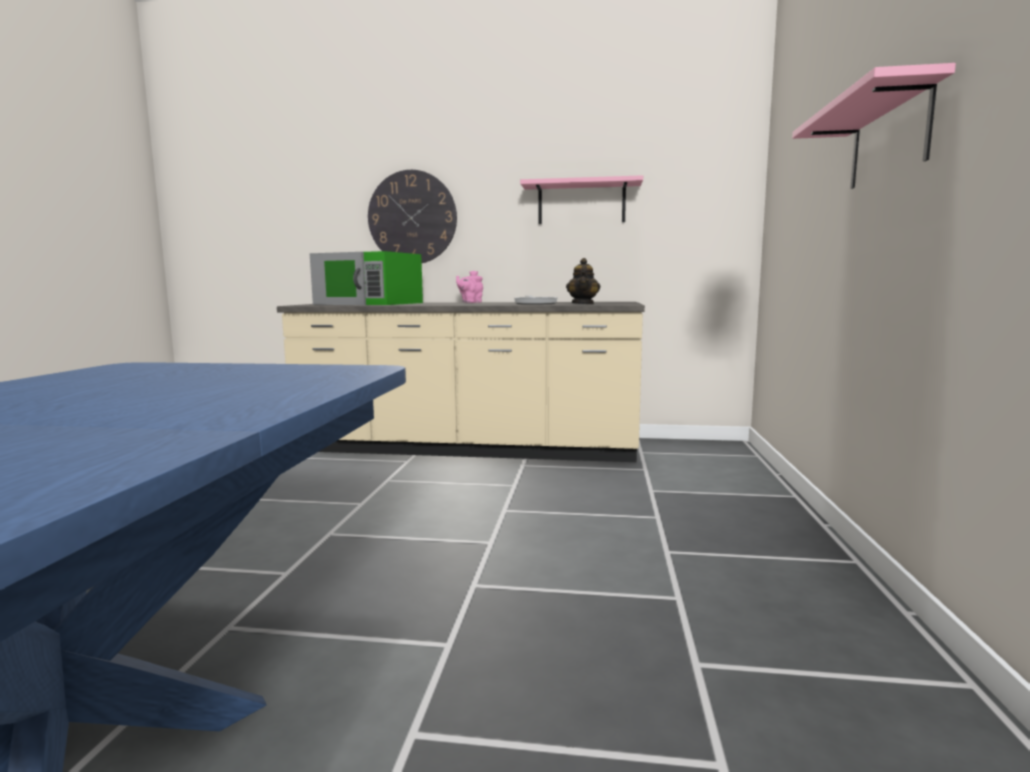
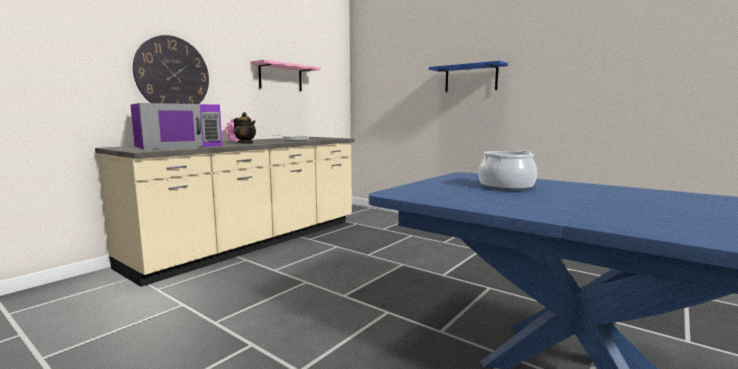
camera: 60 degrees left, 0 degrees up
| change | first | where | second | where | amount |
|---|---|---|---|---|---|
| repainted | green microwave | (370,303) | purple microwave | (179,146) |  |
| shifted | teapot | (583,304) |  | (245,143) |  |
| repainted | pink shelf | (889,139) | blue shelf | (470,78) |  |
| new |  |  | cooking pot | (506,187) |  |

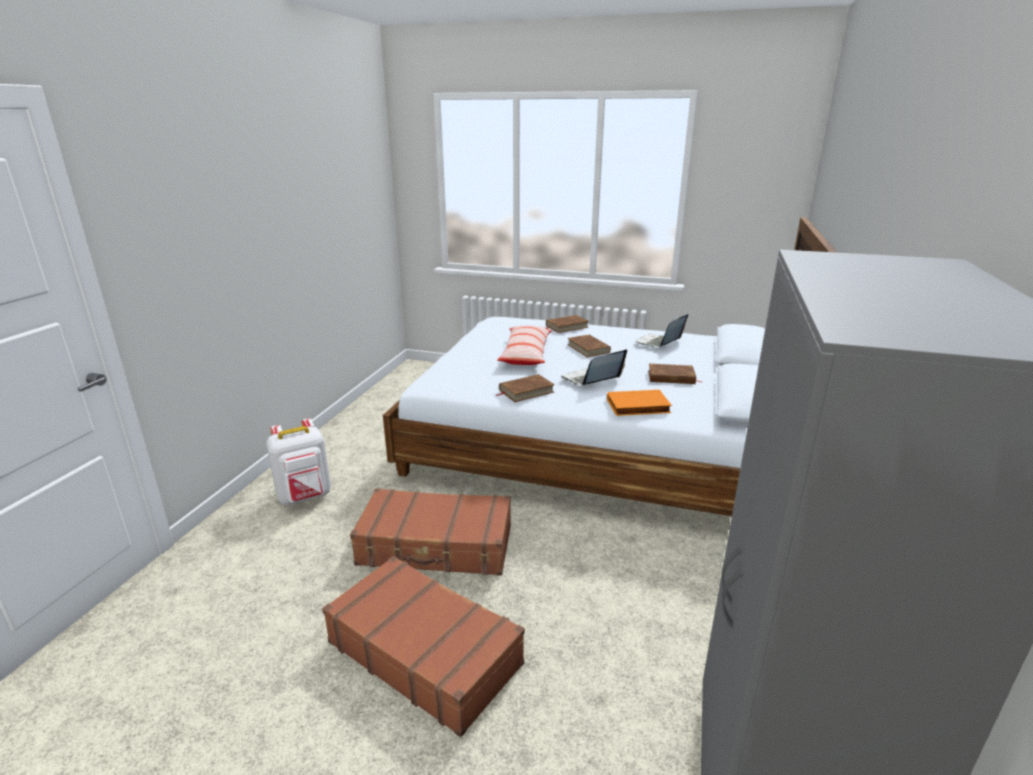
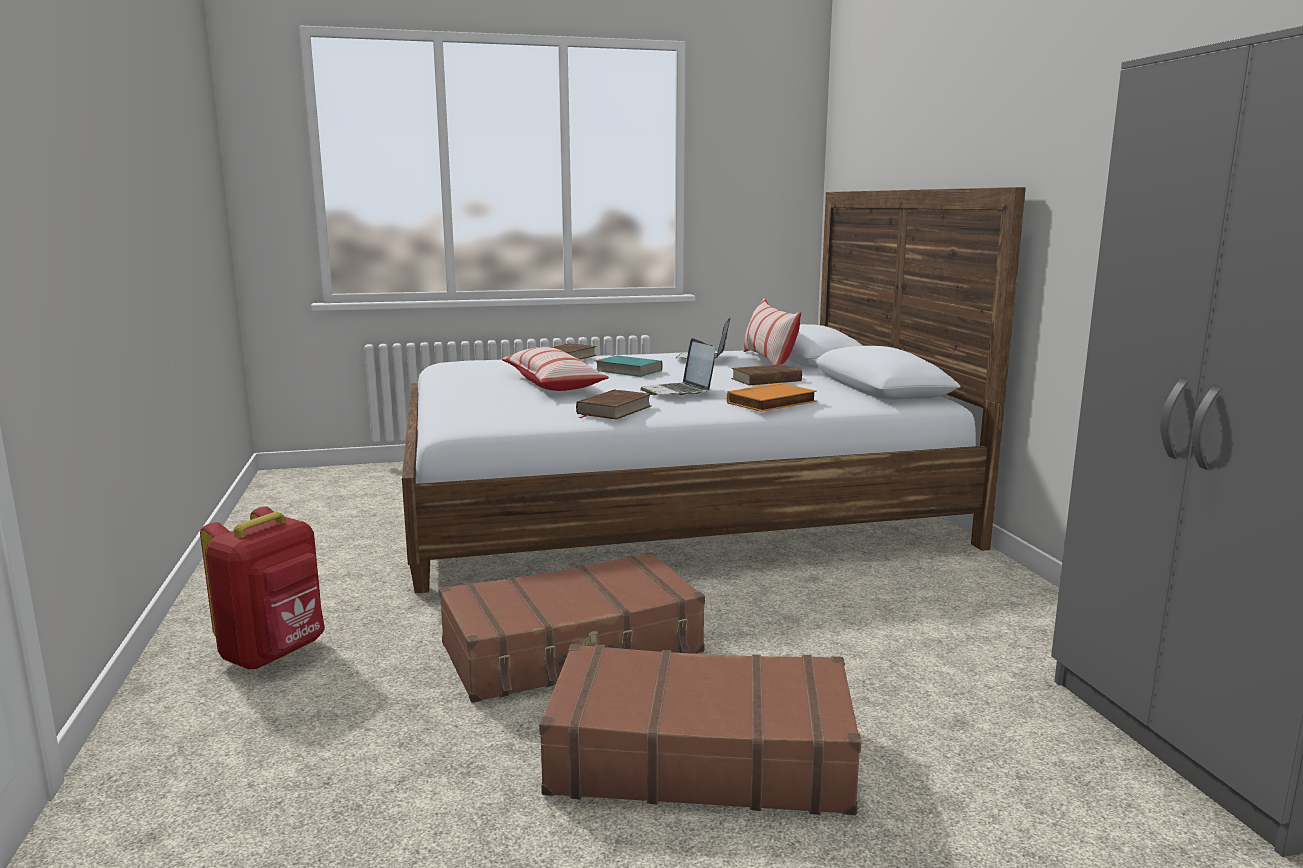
camera: 30 degrees left, 10 degrees down
| change | first | where | second | where | amount |
|---|---|---|---|---|---|
| repainted | white backpack | (305,497) | red backpack | (275,653) |  |
| rotated | laptop | (591,380) |  | (678,392) | 45 degrees counterclockwise |
| repainted | brown book | (588,348) | turquoise book | (628,370) |  |
| new |  |  | pillow | (768,361) |  |

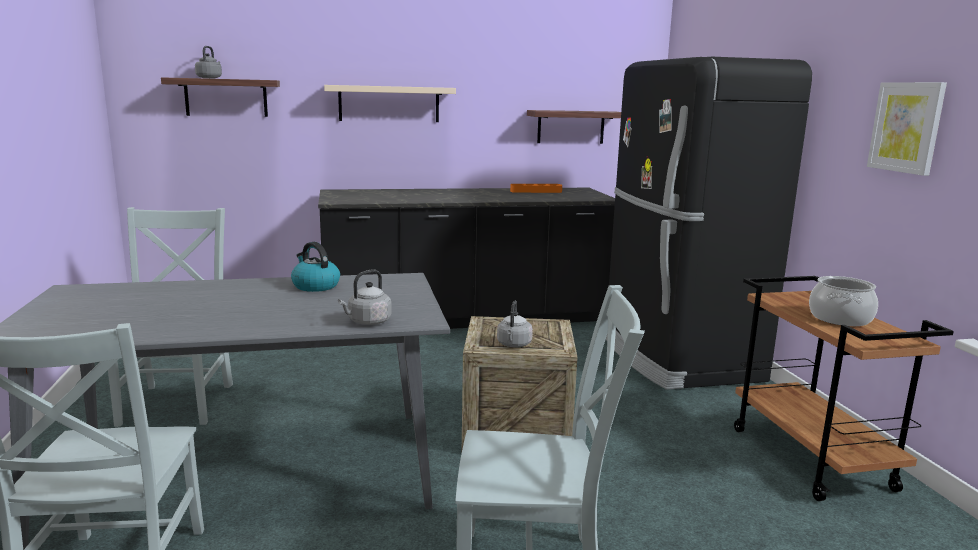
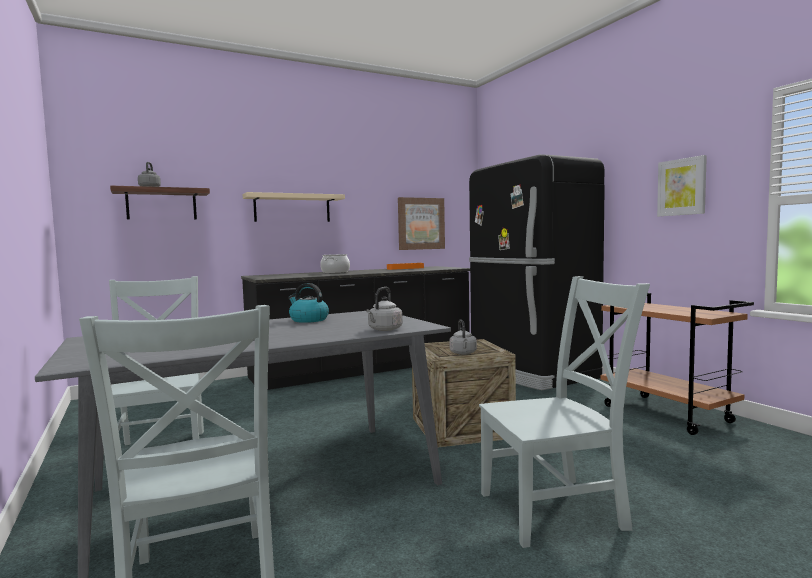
camera: 15 degrees left, 10 degrees down
| change | first | where | second | where | amount |
|---|---|---|---|---|---|
| swapped | shelf | (571,127) | picture | (421,223) |  |
| shifted | cooking pot | (840,318) |  | (335,272) |  |

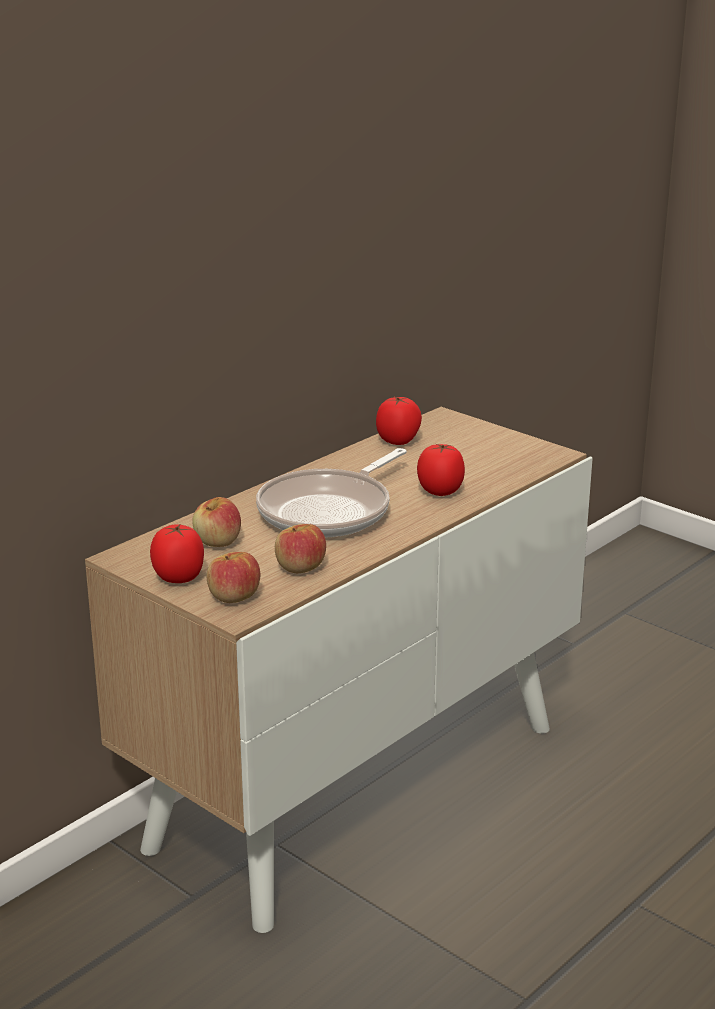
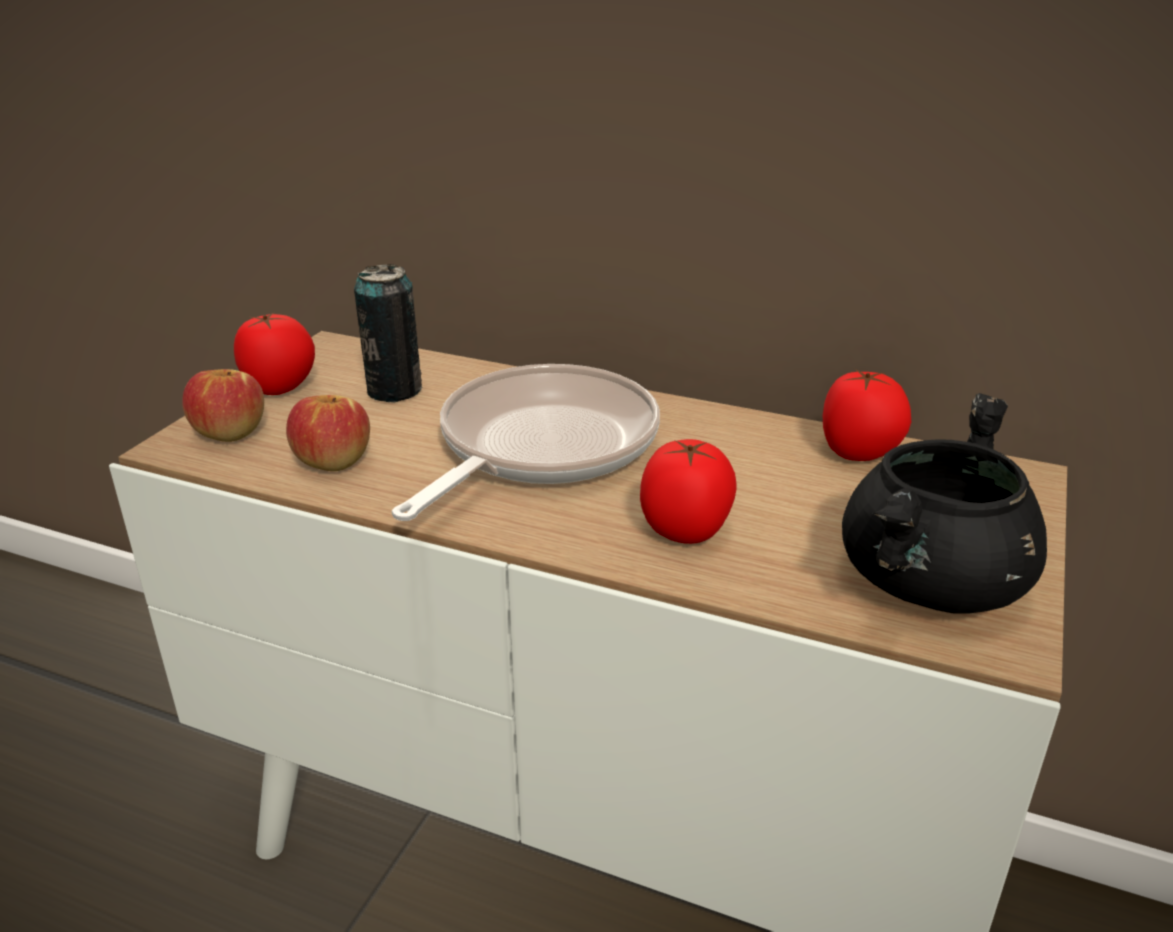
camera: 70 degrees right, 5 degrees up
| change | first | where | second | where | amount |
|---|---|---|---|---|---|
| swapped | apple | (217,542) | can | (394,390) |  |
| rotated | frying pan | (330,511) |  | (540,447) | 105 degrees clockwise |
| new |  |  | black cooking pot | (931,584) |  |

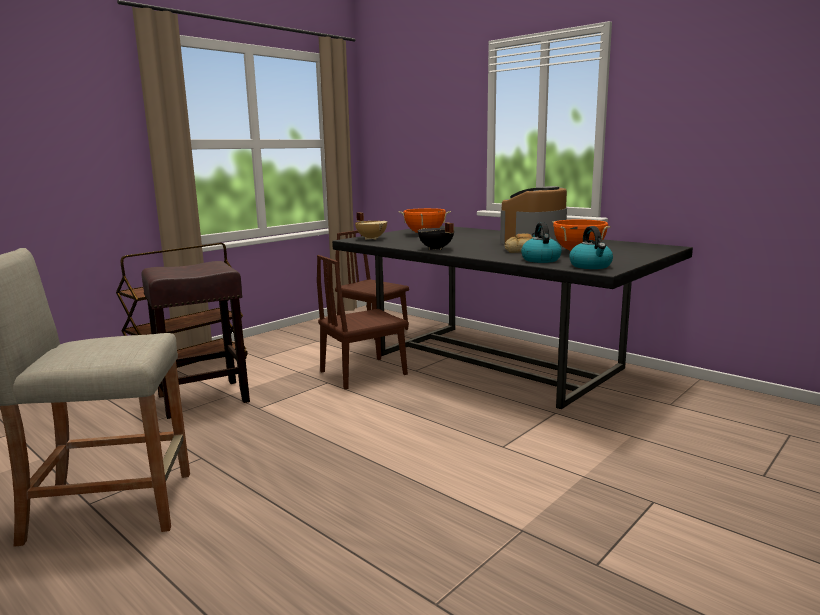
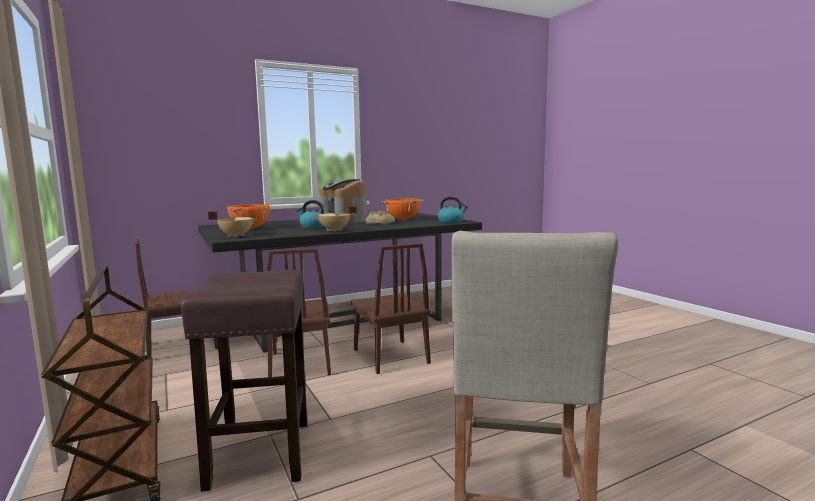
camera: 70 degrees left, 5 degrees down
| change | first | where | second | where | amount |
|---|---|---|---|---|---|
| repainted | black cooking pot | (435,249) | beige cooking pot | (334,230) |  |
| shifted | kettle | (540,259) |  | (313,226) |  |
| new |  |  | brown chair | (390,356) |  |

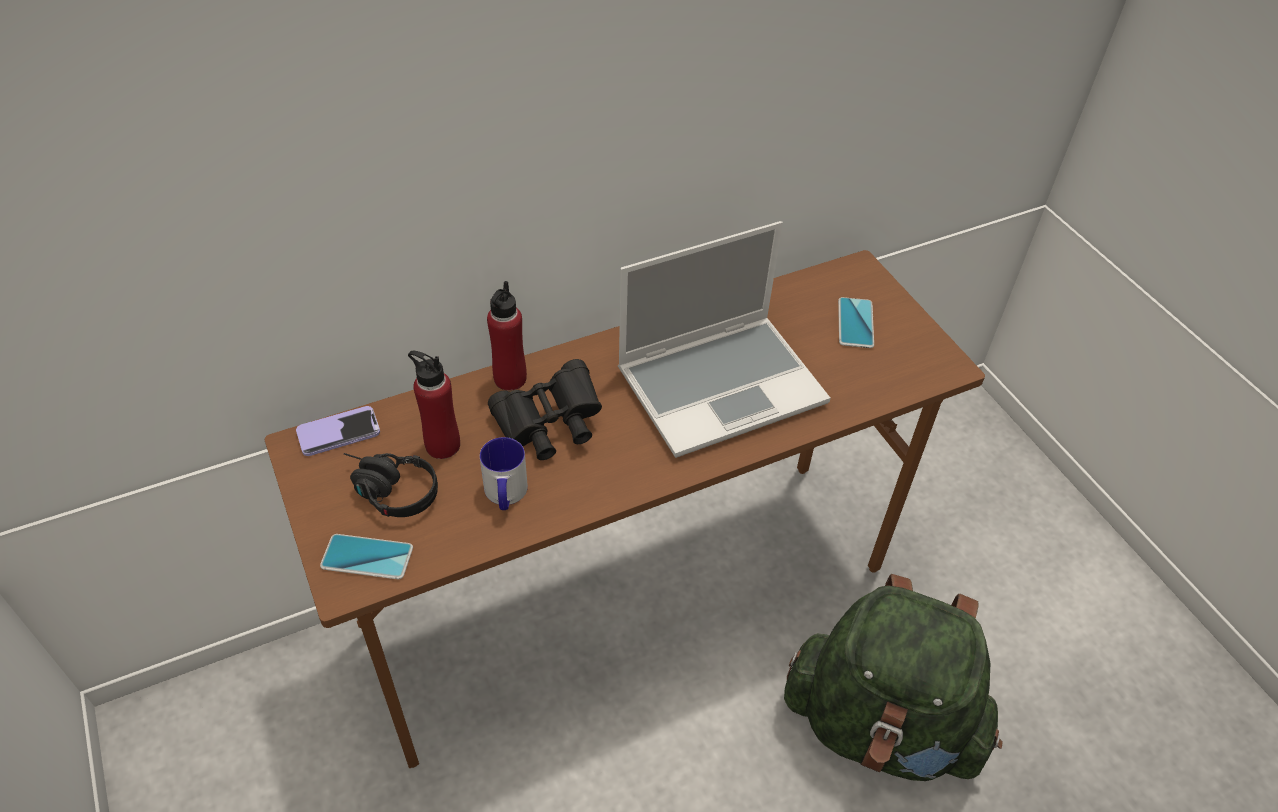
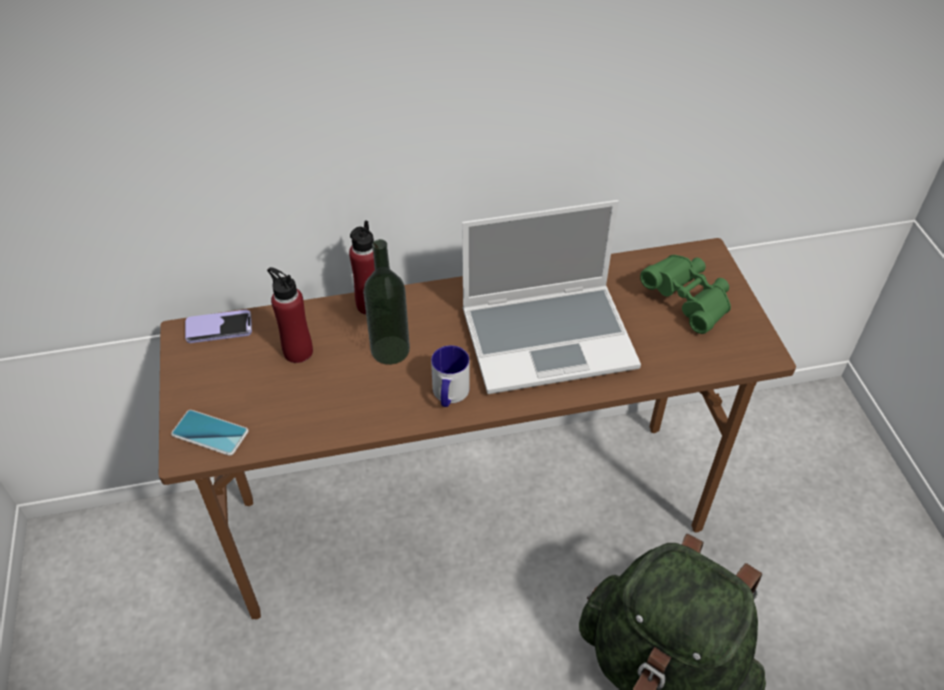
camera: 15 degrees right, 0 degrees up
| change | first | where | second | where | amount |
|---|---|---|---|---|---|
| gone | black headphones | (387,491) |  |  |  |
| shifted | mug | (505,495) |  | (449,395) |  |
| swapped | black binoculars | (549,426) | bottle | (390,350) |  |
| swapped | phone | (855,323) | green binoculars | (688,302) |  |

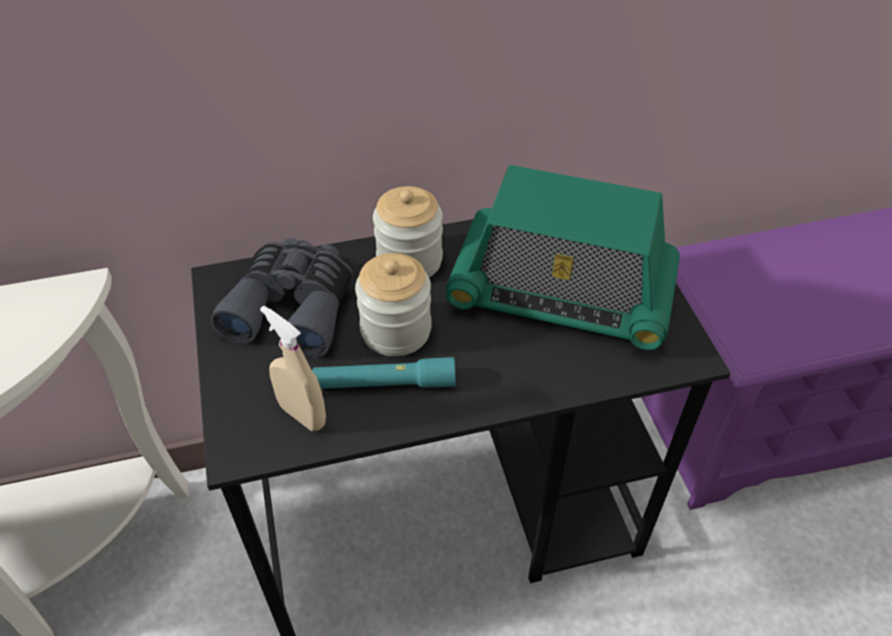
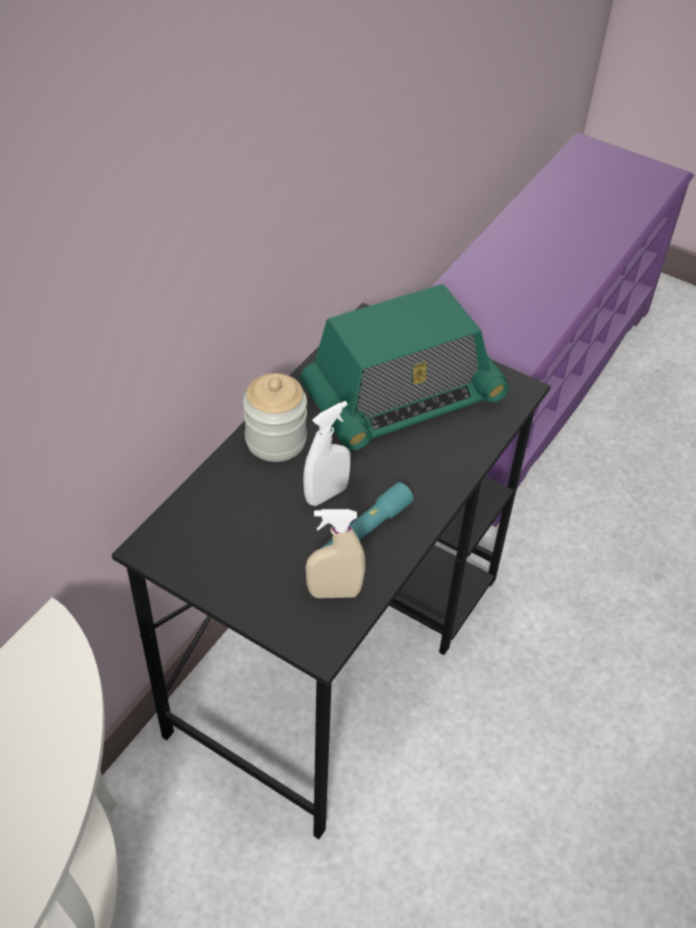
camera: 45 degrees left, 0 degrees up
| change | first | where | second | where | amount |
|---|---|---|---|---|---|
| gone | grey binoculars | (293,306) |  |  |  |
| swapped | jar | (396,330) | white spray bottle | (326,494) |  |

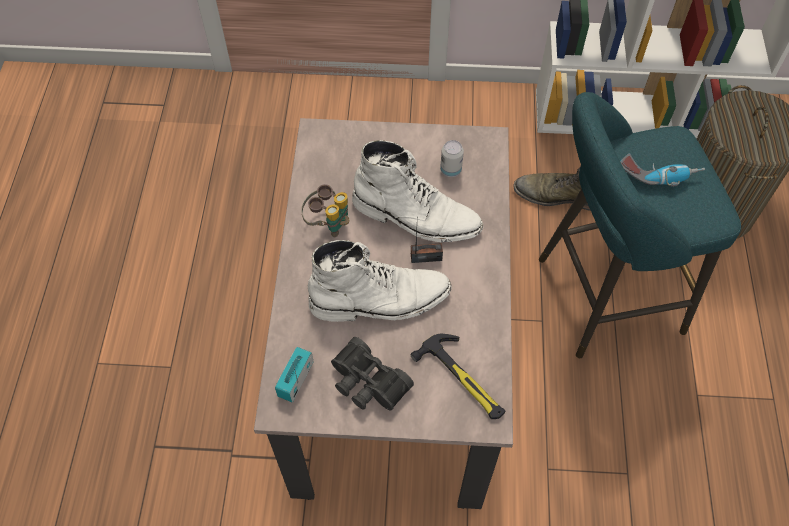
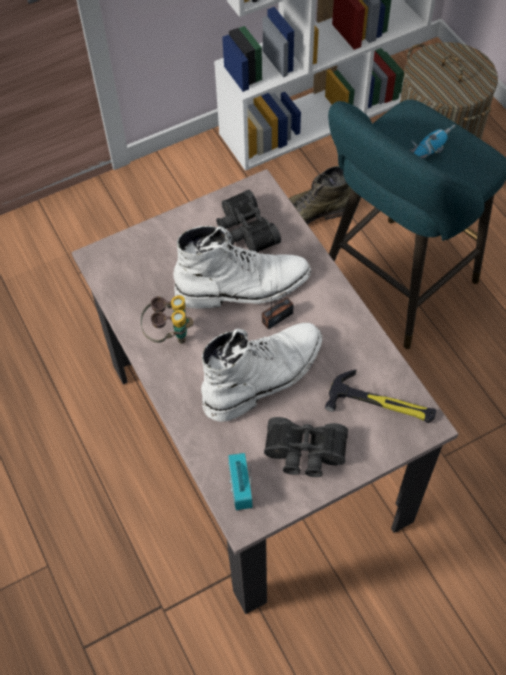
camera: 30 degrees left, 0 degrees up
| change | first | where | second | where | amount |
|---|---|---|---|---|---|
| swapped | can | (450,170) | black binoculars | (244,231) |  |

